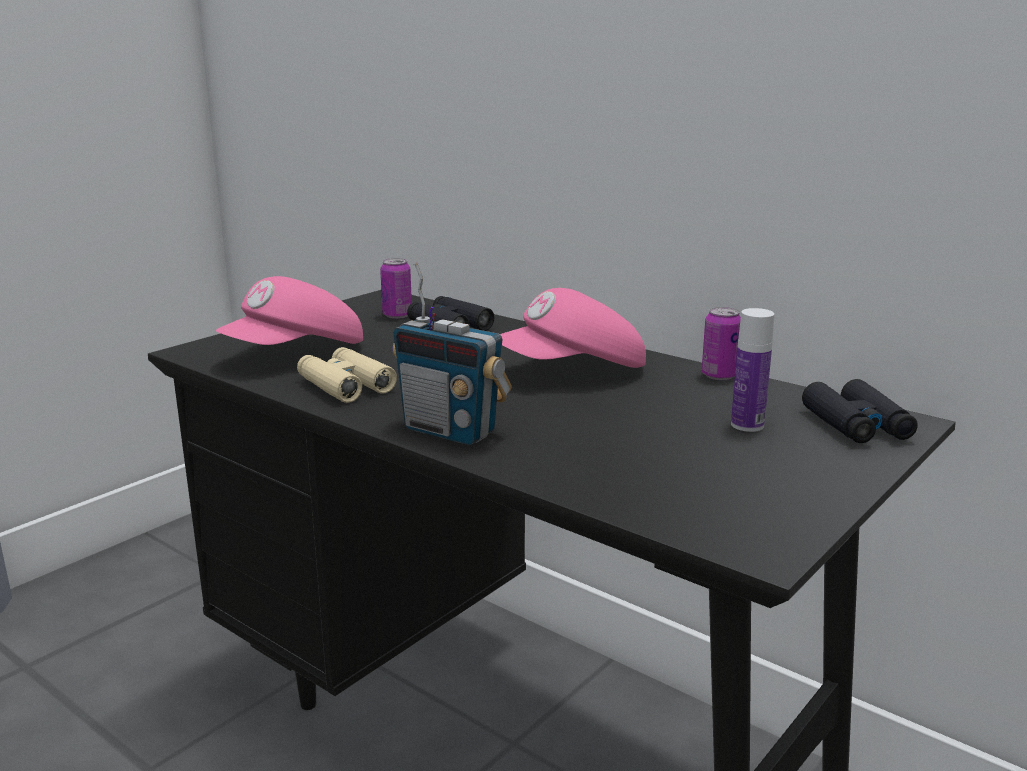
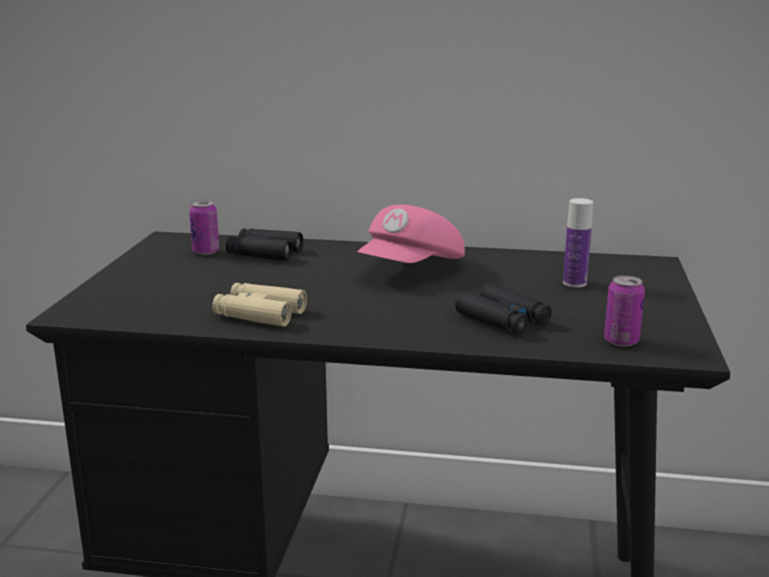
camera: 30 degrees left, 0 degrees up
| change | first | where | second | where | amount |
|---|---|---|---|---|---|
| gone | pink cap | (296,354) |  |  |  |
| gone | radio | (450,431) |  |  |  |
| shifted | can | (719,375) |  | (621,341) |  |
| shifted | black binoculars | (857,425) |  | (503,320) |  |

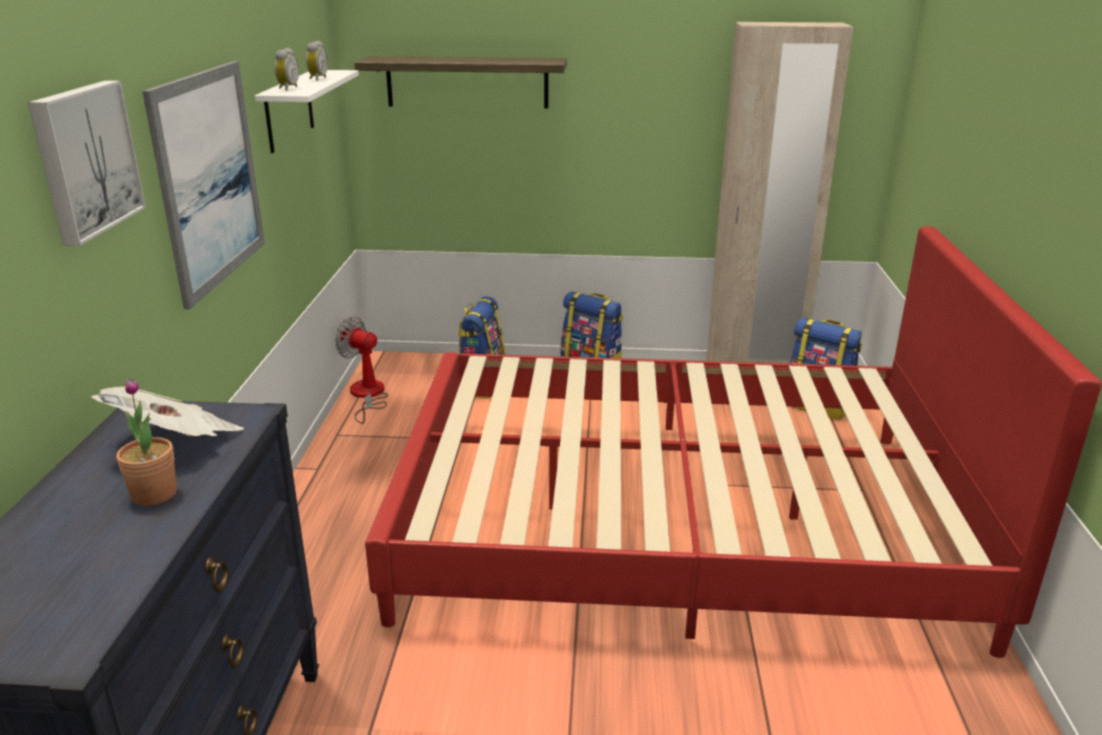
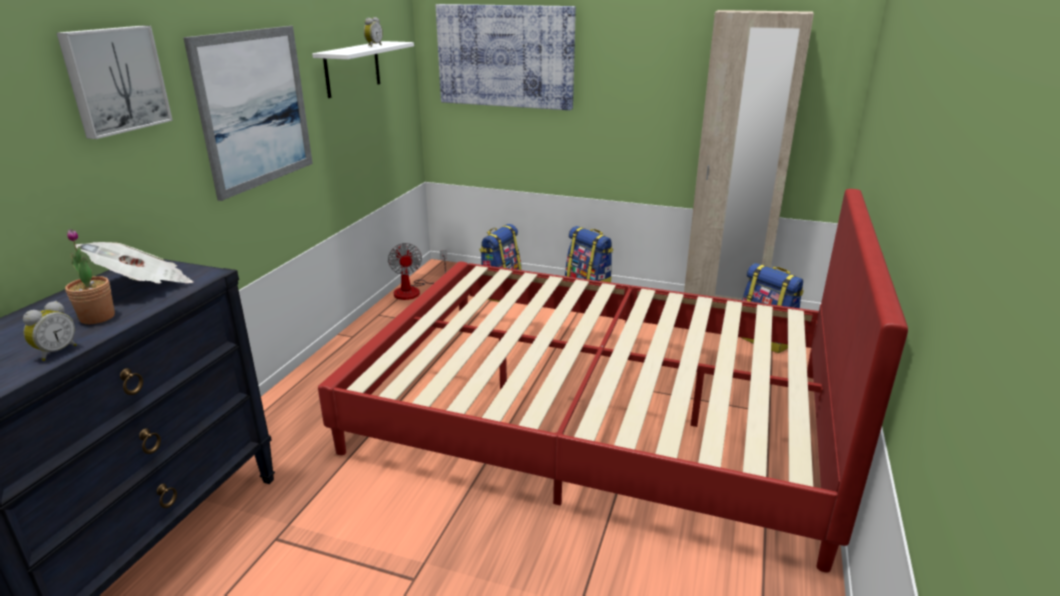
camera: 15 degrees right, 0 degrees up
| change | first | where | second | where | amount |
|---|---|---|---|---|---|
| shifted | alarm clock | (287,88) |  | (55,352) |  |
| rotated | fan | (367,396) |  | (414,290) | 150 degrees counterclockwise |
| swapped | shelf | (467,82) | picture | (506,56) |  |

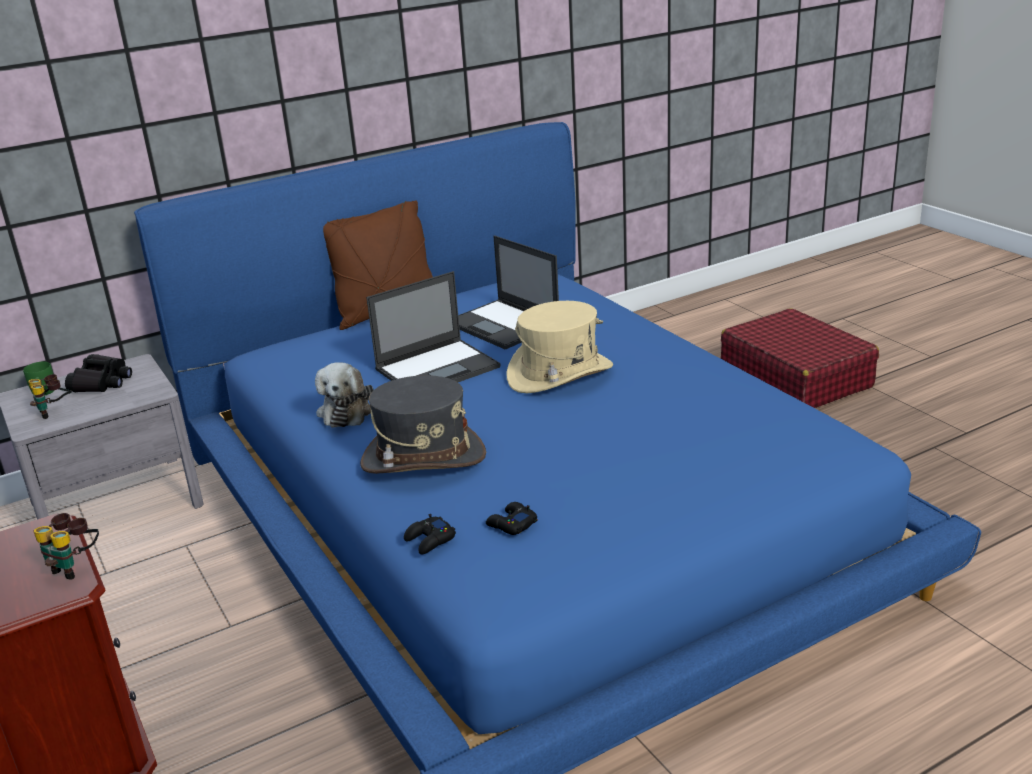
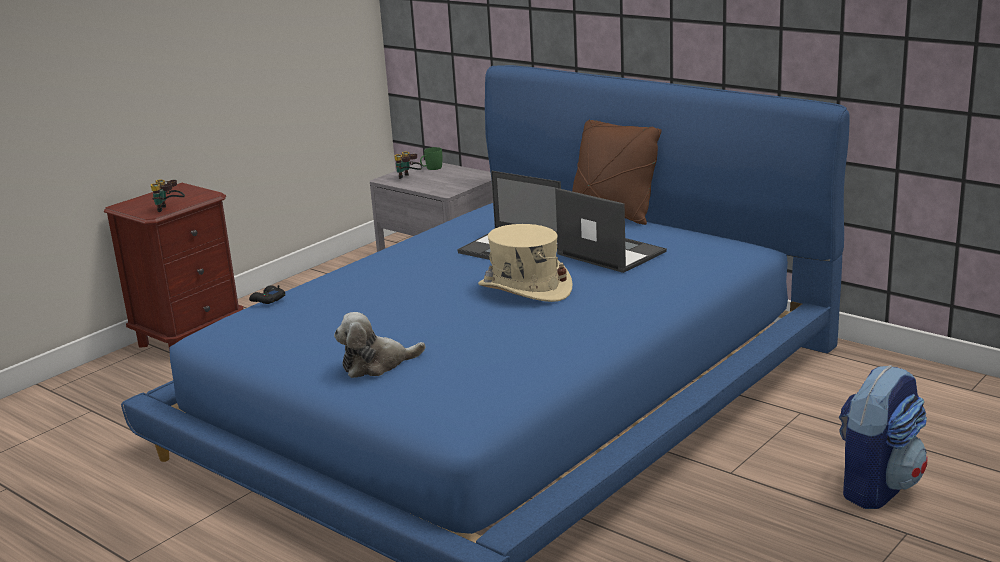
camera: 70 degrees right, 5 degrees down
| change | first | where | second | where | amount |
|---|---|---|---|---|---|
| gone | black binoculars | (102,382) |  |  |  |
| shifted | plush toy | (346,411) |  | (376,364) |  |
| gone | grey hat | (423,458) |  |  |  |
| rotated | laptop | (504,325) |  | (610,253) | 105 degrees clockwise |
| gone | black game controller | (511,524) |  |  |  |
| swapped | red suitcase | (795,377) | backpack | (877,486) |  |

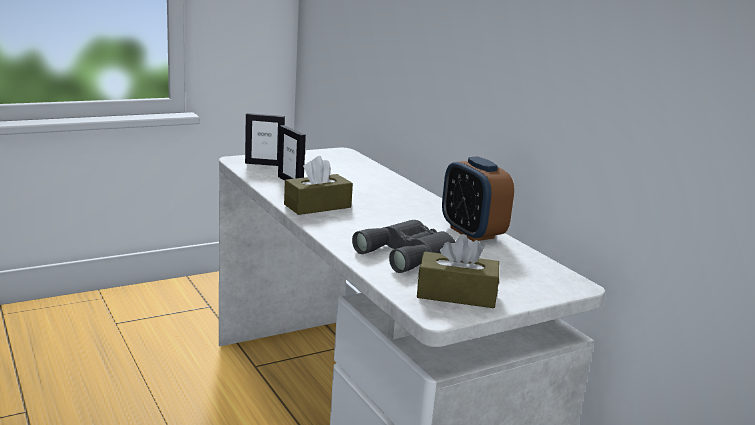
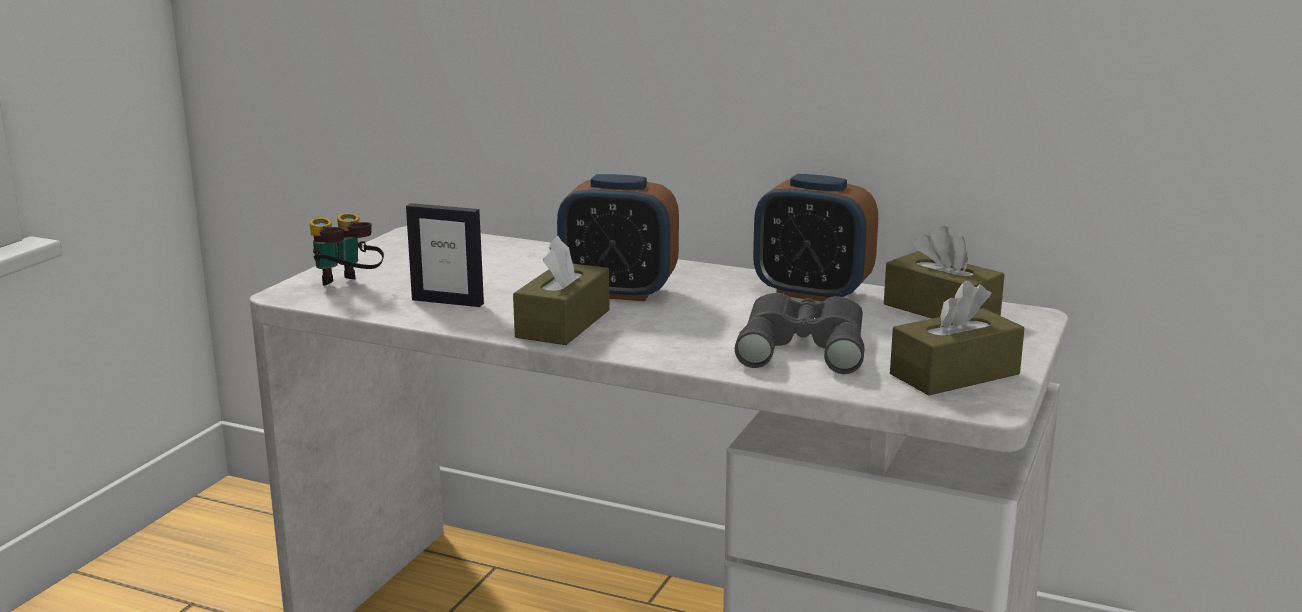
camera: 35 degrees left, 0 degrees up
| change | first | where | second | where | amount |
|---|---|---|---|---|---|
| swapped | picture frame | (264,164) | binoculars | (347,287) |  |
| new |  |  | alarm clock | (618,292) |  |
| new |  |  | brown tissue box | (941,310) |  |

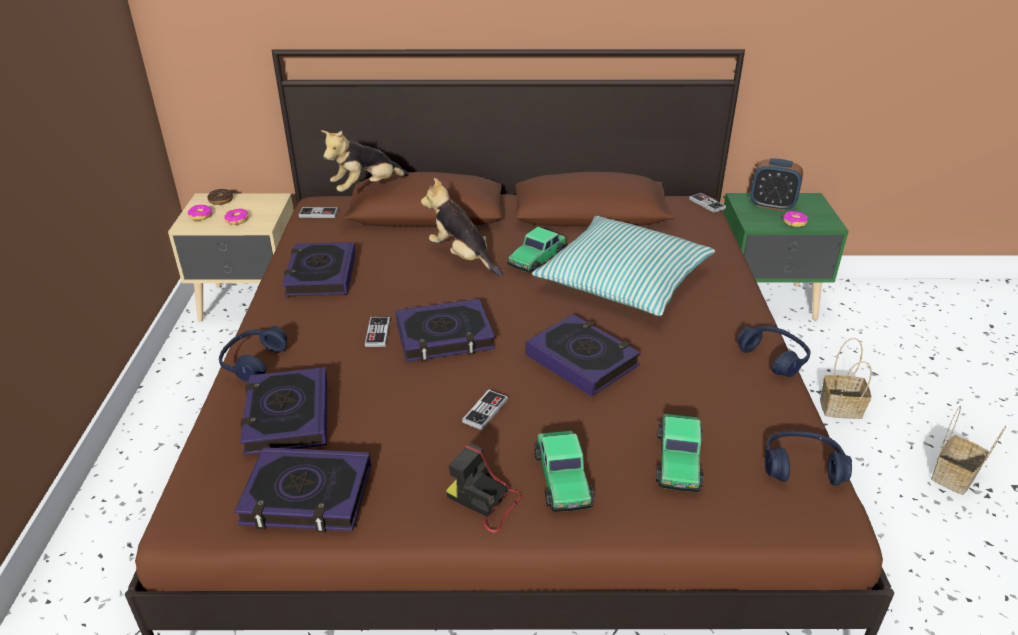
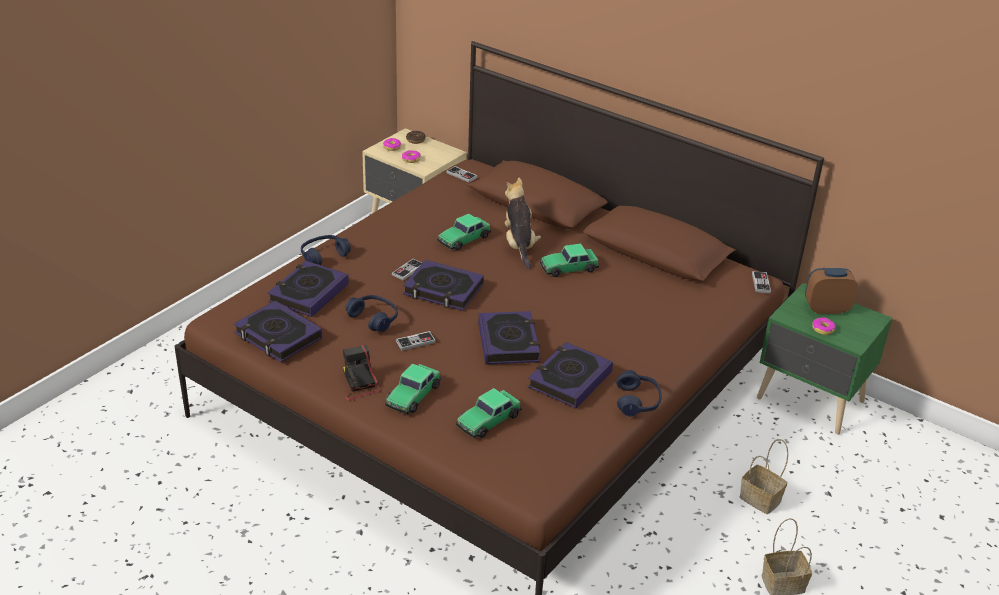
camera: 35 degrees right, 0 degrees up
| change | first | where | second | where | amount |
|---|---|---|---|---|---|
| shifted | book | (321,275) |  | (569,379) |  |
| gone | plush toy | (366,188) |  |  |  |
| gone | pillow | (623,280) |  |  |  |
| rotated | alarm clock | (772,205) |  | (826,309) | 120 degrees clockwise |
| shifted | blue headphones | (802,467) |  | (374,318) |  |
| new |  |  | toy car | (463,239) |  |

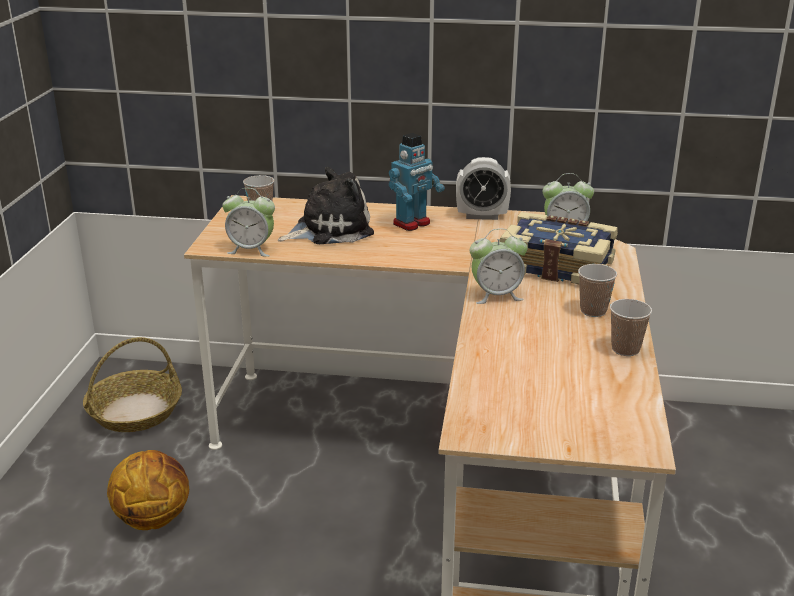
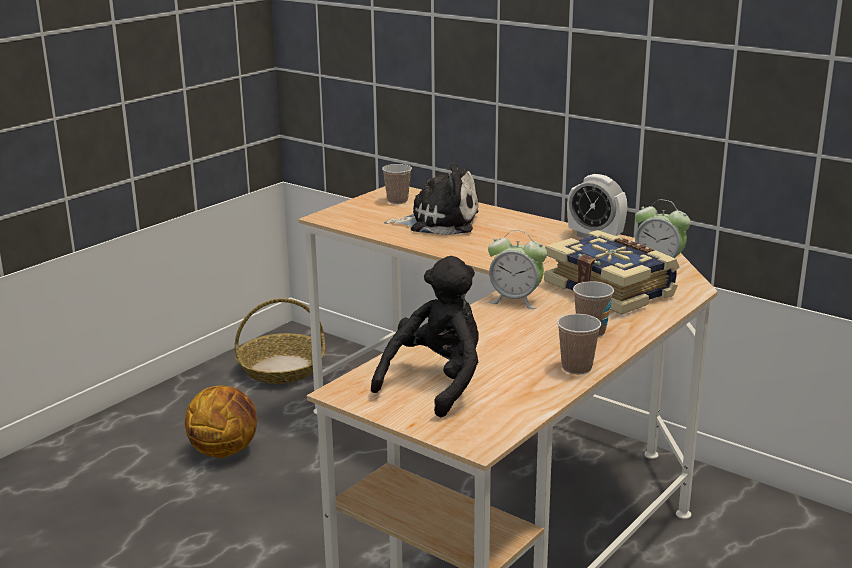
camera: 30 degrees right, 5 degrees down
| change | first | where | second | where | amount |
|---|---|---|---|---|---|
| gone | alarm clock | (251,250) |  |  |  |
| gone | toy robot | (412,224) |  |  |  |
| new |  |  | black plush toy | (437,383) |  |

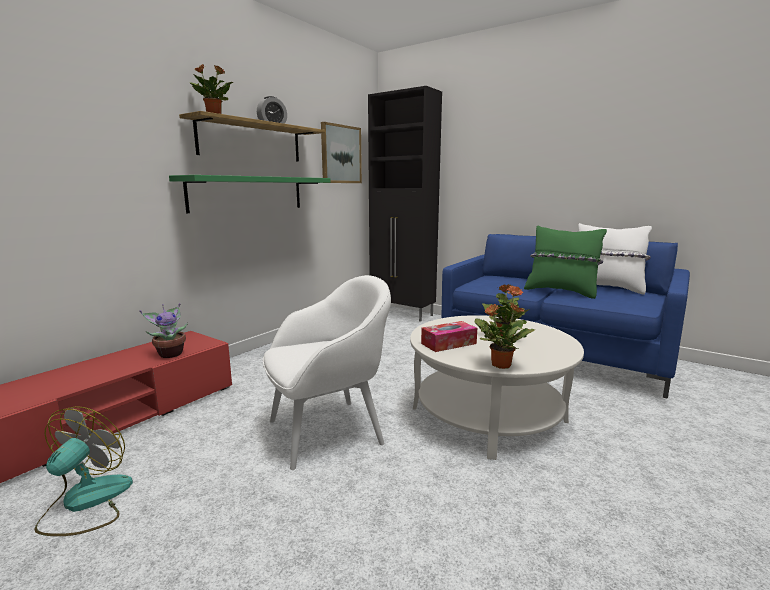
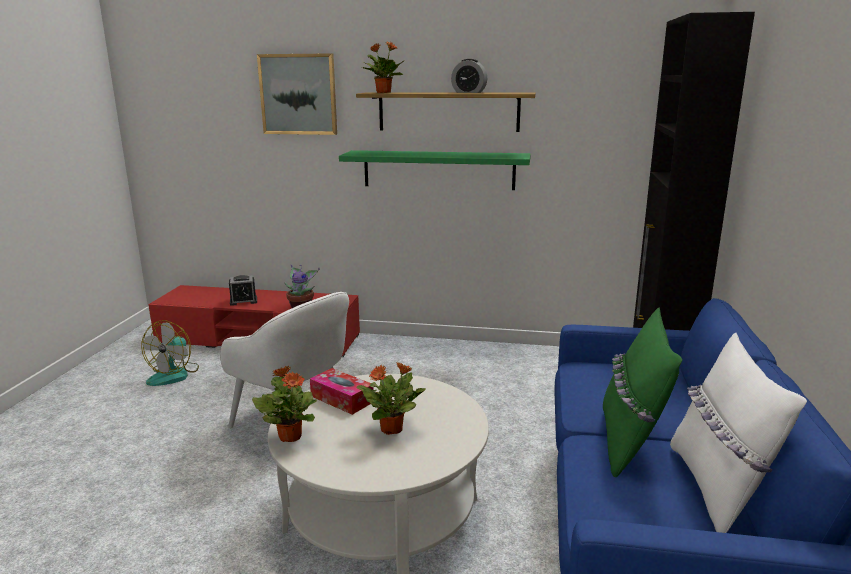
camera: 65 degrees right, 5 degrees up
| change | first | where | second | where | amount |
|---|---|---|---|---|---|
| rotated | fan | (85,503) |  | (174,374) | 120 degrees clockwise |
| shifted | picture | (340,154) |  | (298,94) |  |
| new |  |  | alarm clock | (243,301) |  |

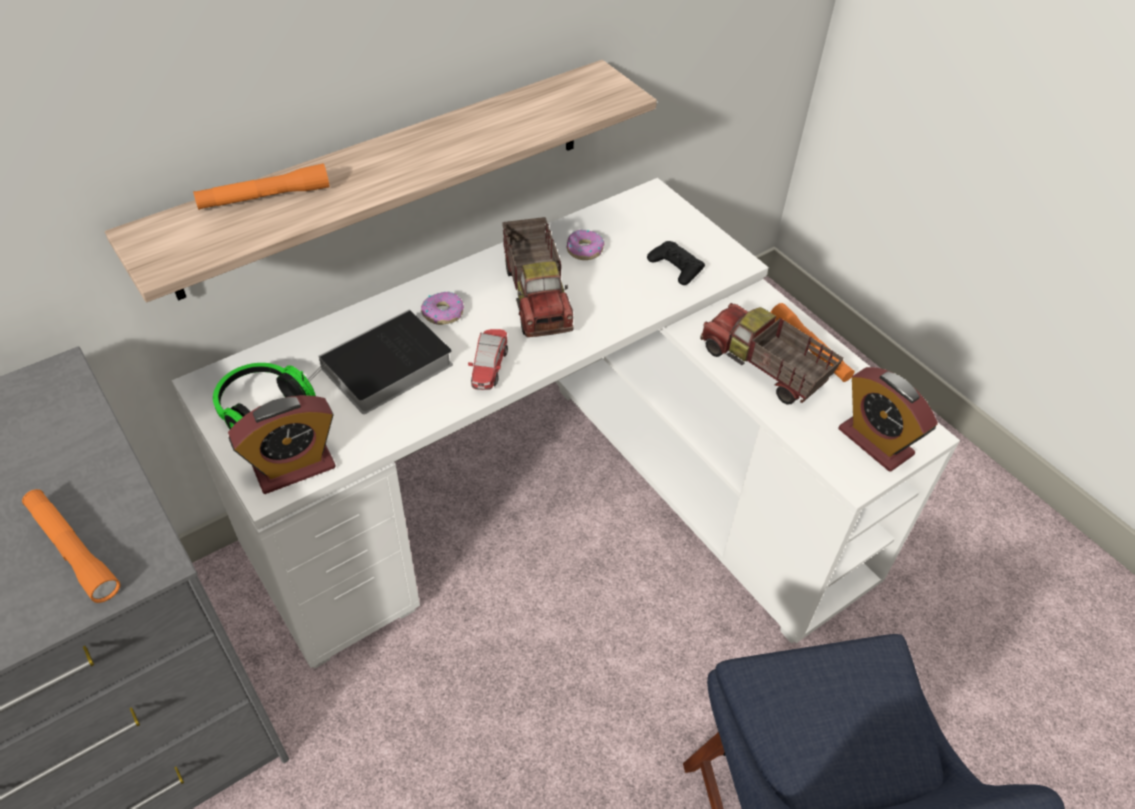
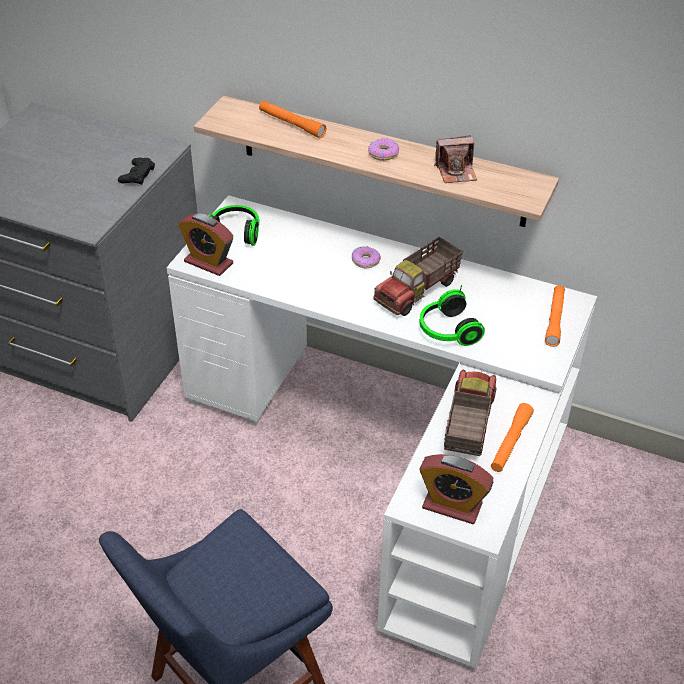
camera: 60 degrees right, 5 degrees down
| change | first | where | second | where | amount |
|---|---|---|---|---|---|
| shifted | orange flashlight | (73,550) |  | (554,320) |  |
| gone | book | (385,369) |  |  |  |
| gone | toy car | (489,368) |  |  |  |
| shifted | donut | (584,249) |  | (383,153) |  |
| shifted | black game controller | (676,267) |  | (137,175) |  |
| rotated | alarm clock | (875,442) |  | (452,506) | 90 degrees counterclockwise |
| new |  |  | headphones | (446,331) |  |
| new |  |  | photo camera | (456,171) |  |

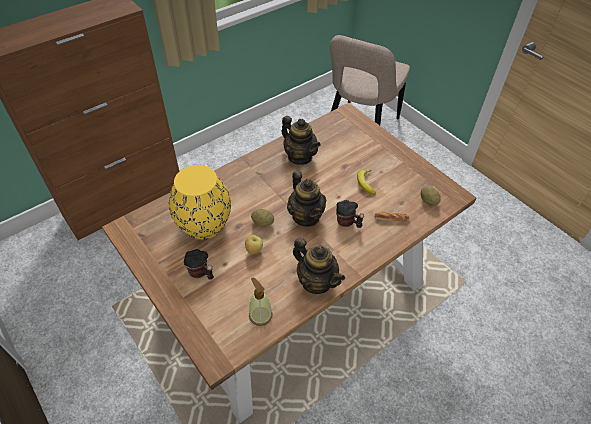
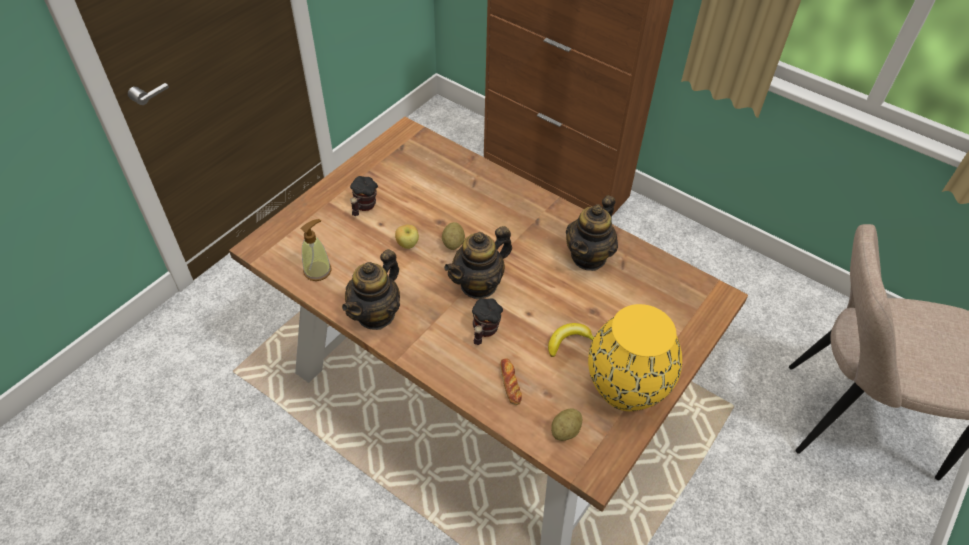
camera: 75 degrees right, 0 degrees up
| change | first | where | second | where | amount |
|---|---|---|---|---|---|
| shifted | yellow vase | (205,225) |  | (627,388) |  |

